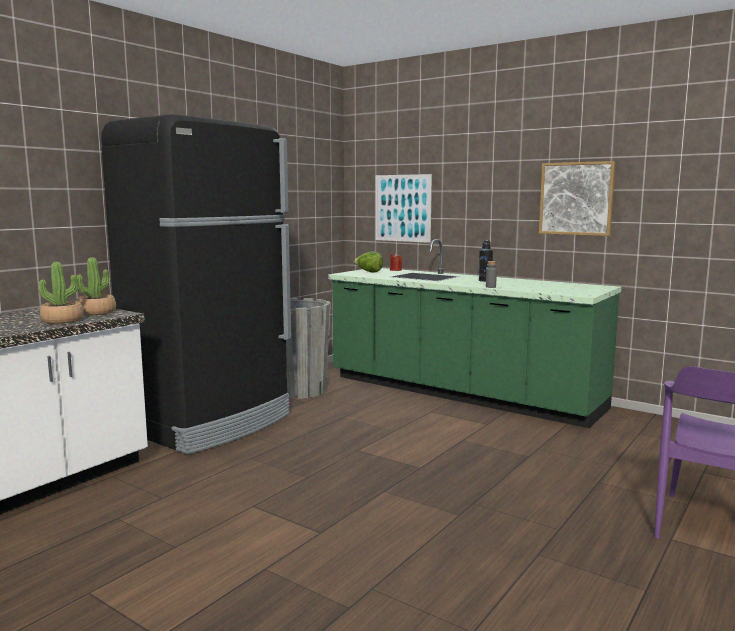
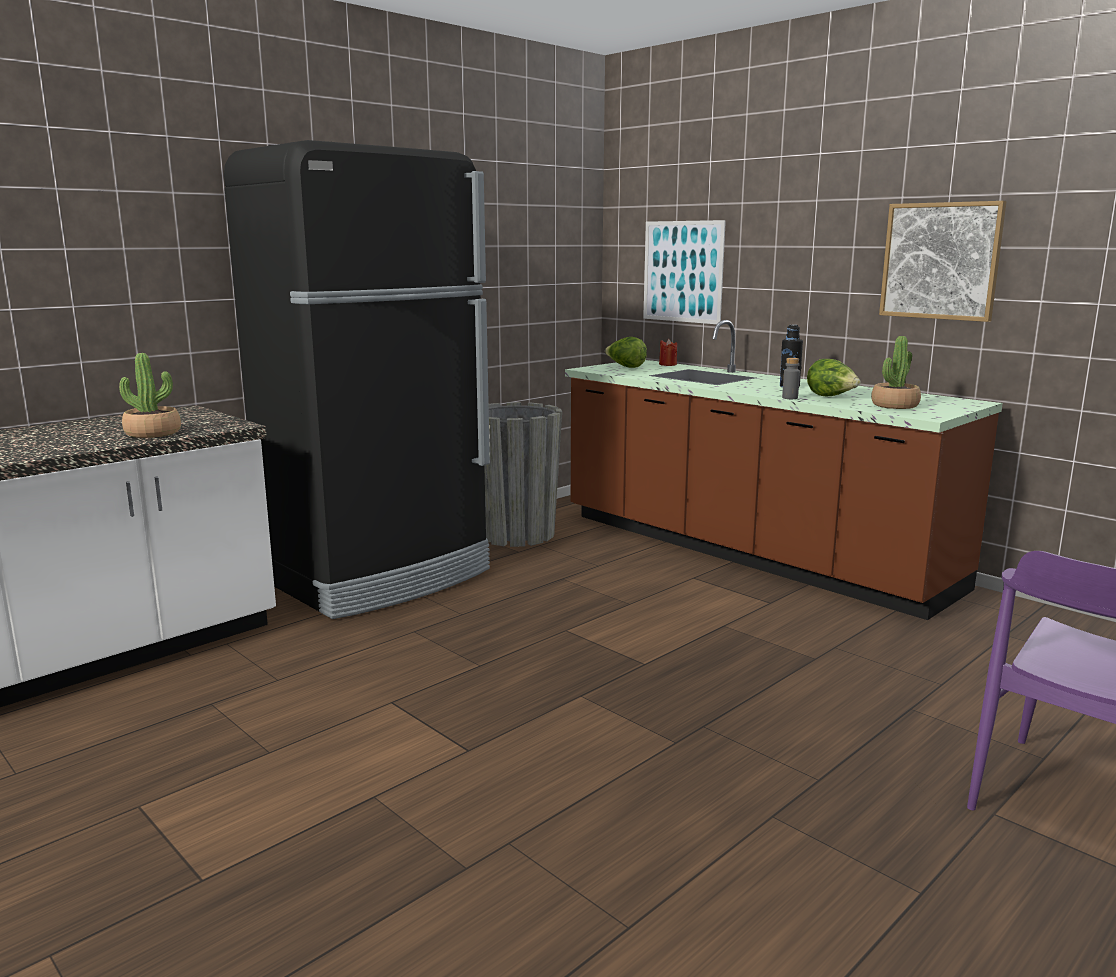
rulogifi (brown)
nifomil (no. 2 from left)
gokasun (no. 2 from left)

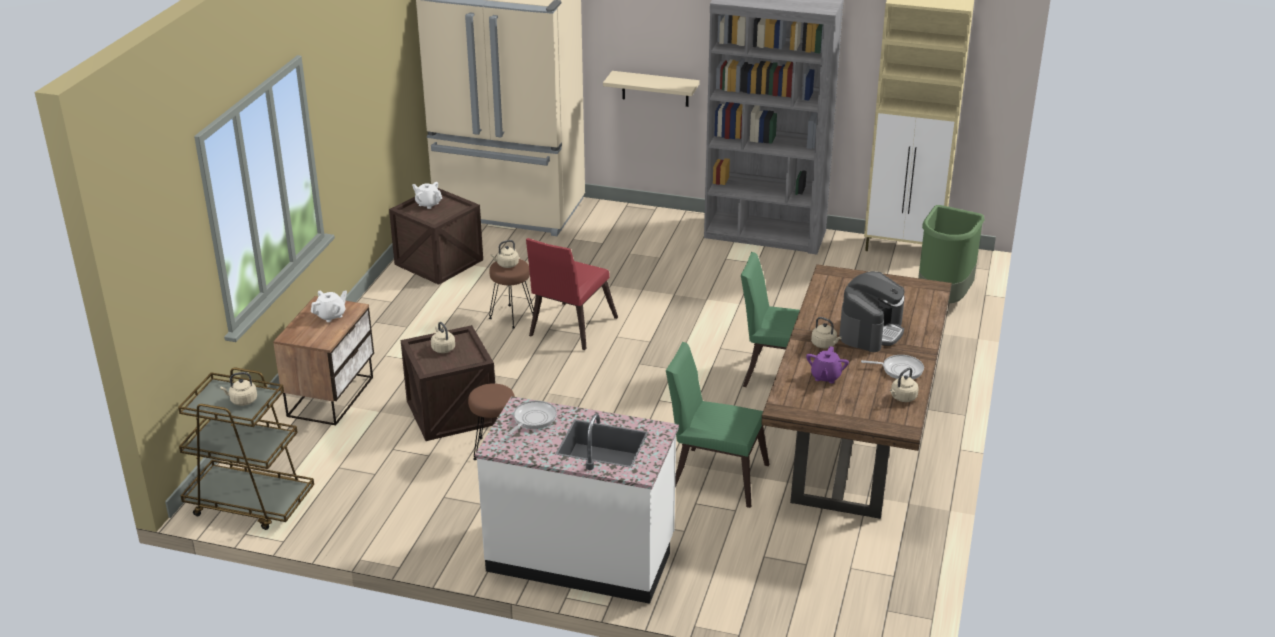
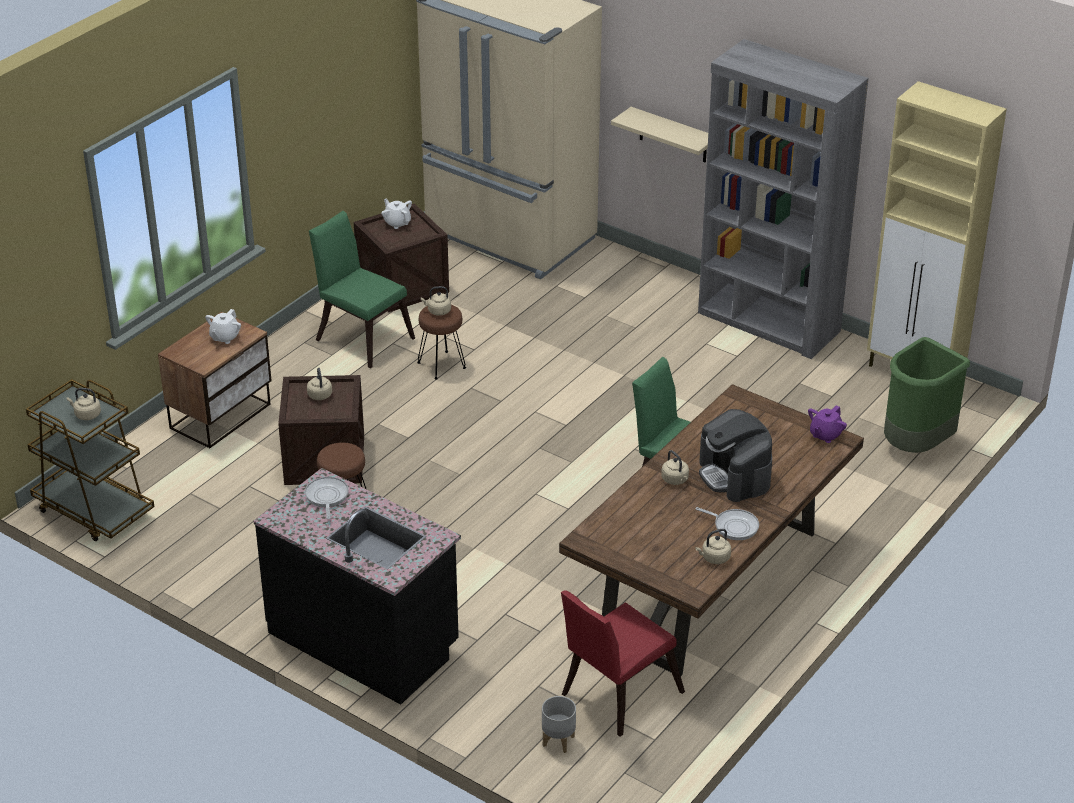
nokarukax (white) (no. 1 from left)
rulogifi (black)
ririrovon (no. 1 from left)
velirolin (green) (no. 1 from left)
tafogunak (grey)
velirolin (red)
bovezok
nokarukax (purple)

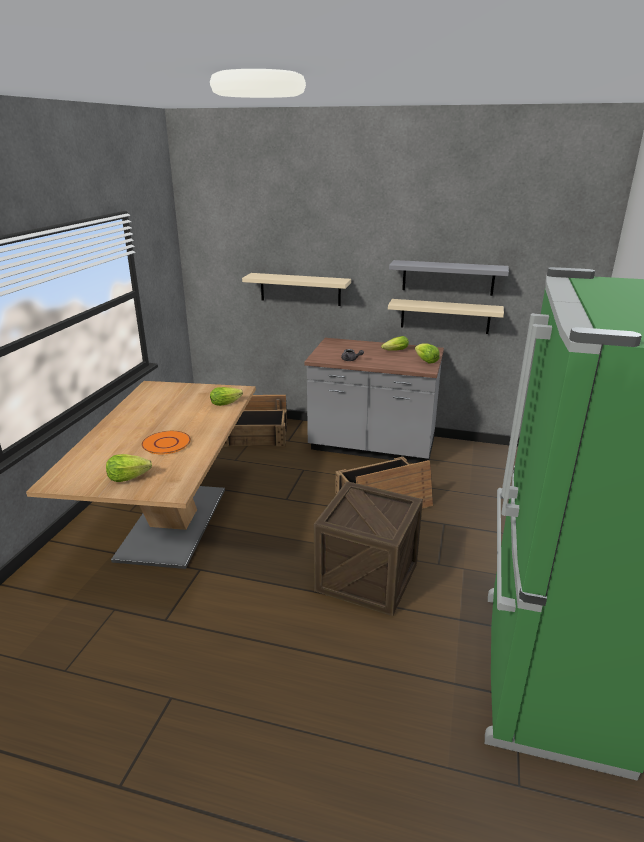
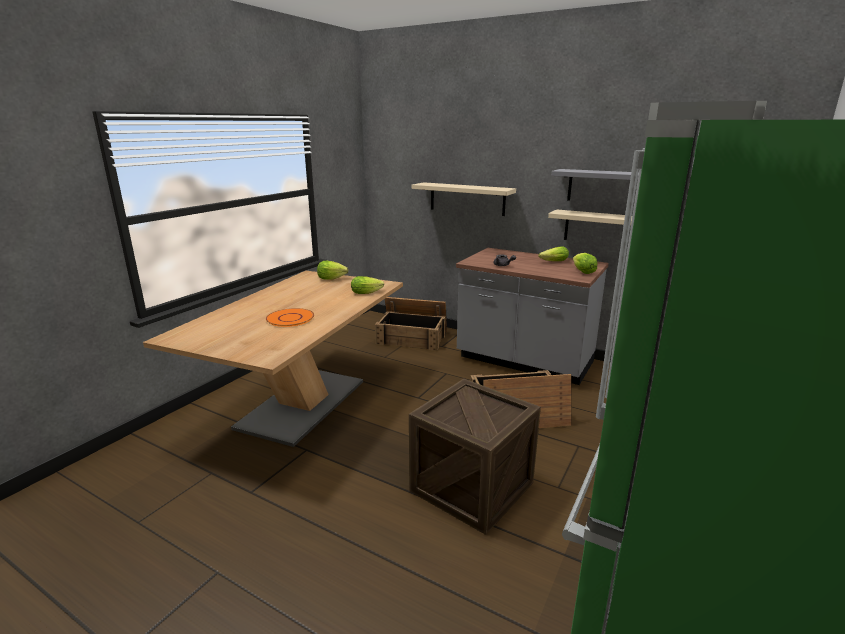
nifomil (no. 1 from left)

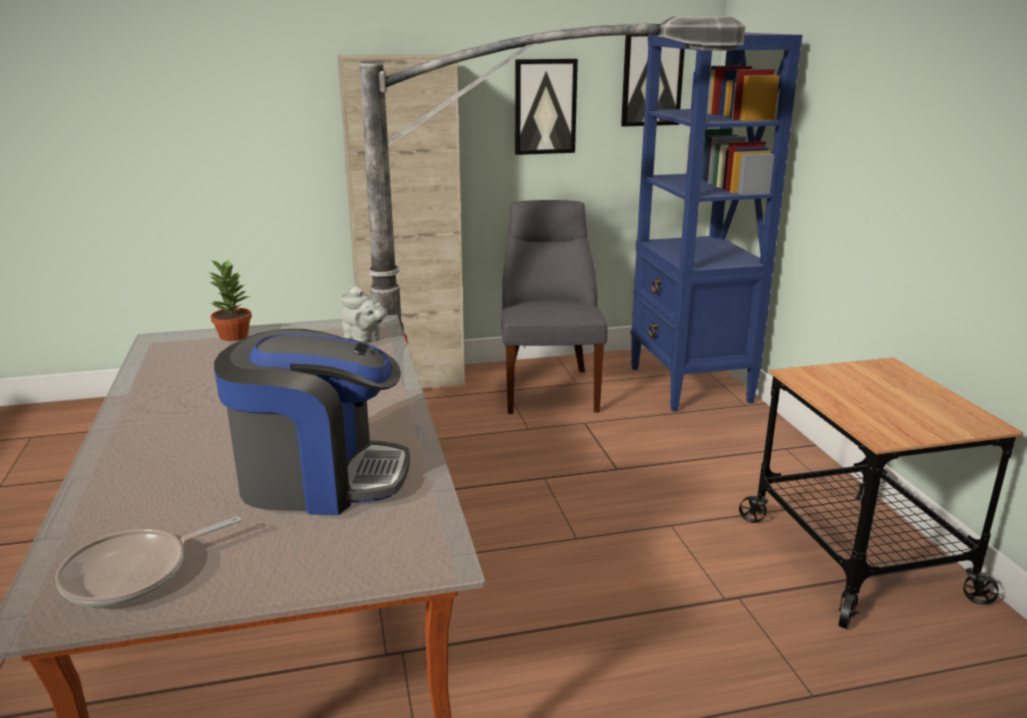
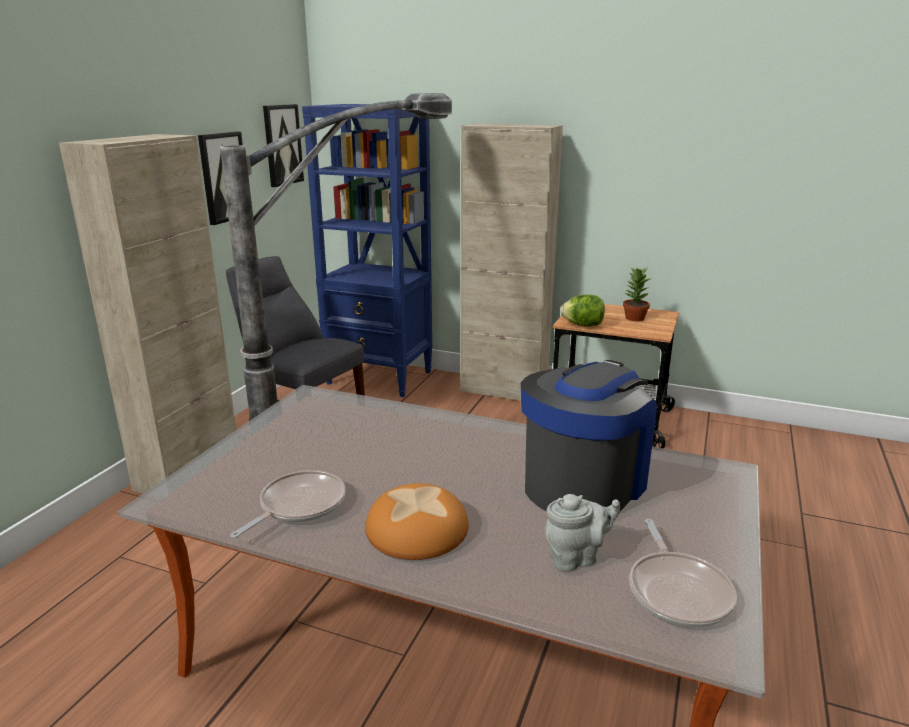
ririrovon (no. 1 from left)
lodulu
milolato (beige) (no. 2 from left)
nokarukax (grey)
nifomil
gokasun

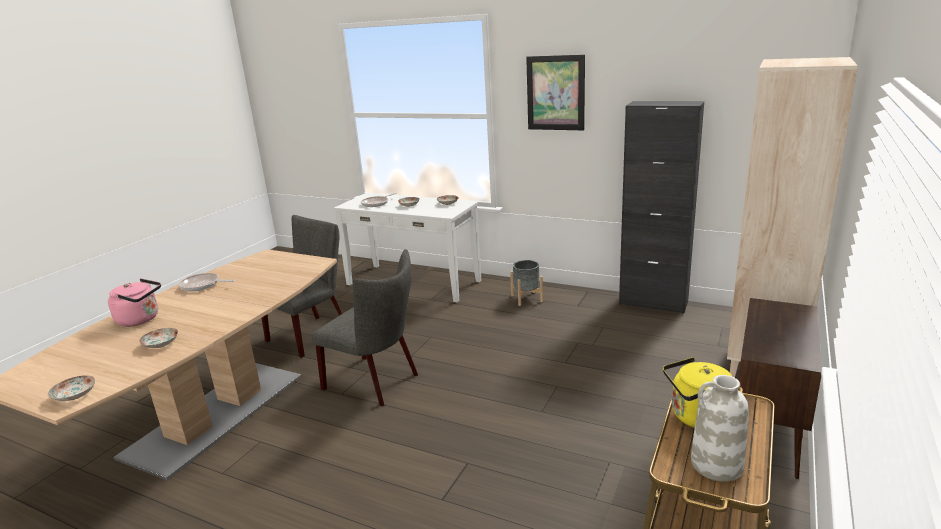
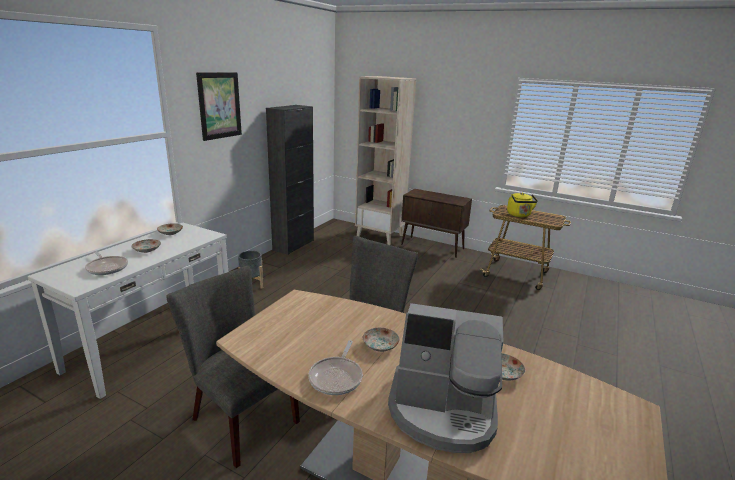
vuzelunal (no. 3 from left)
bovezok
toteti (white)

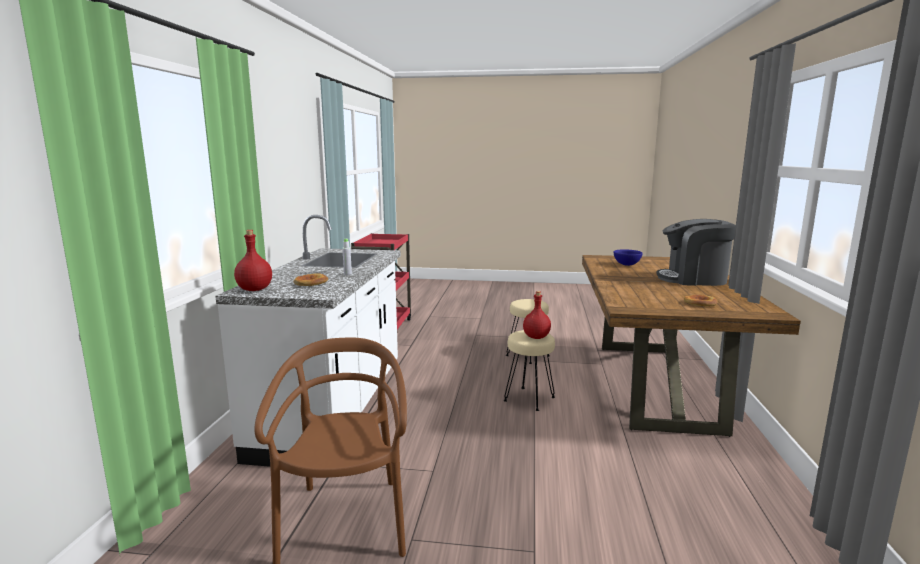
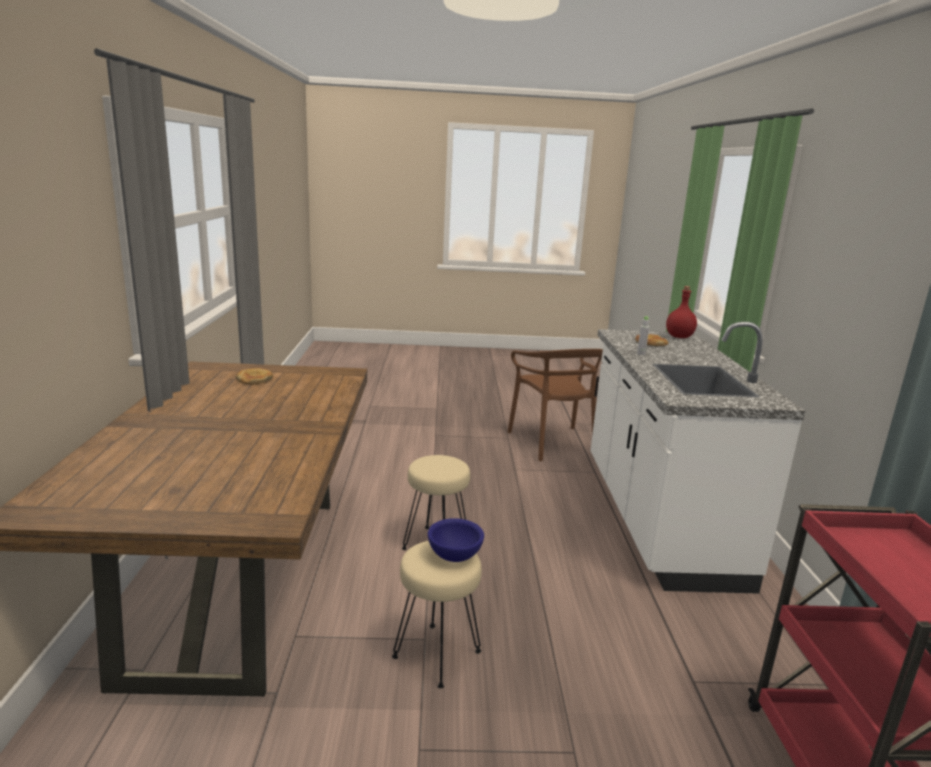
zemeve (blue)
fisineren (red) (no. 2 from left in the first image)
bovezok

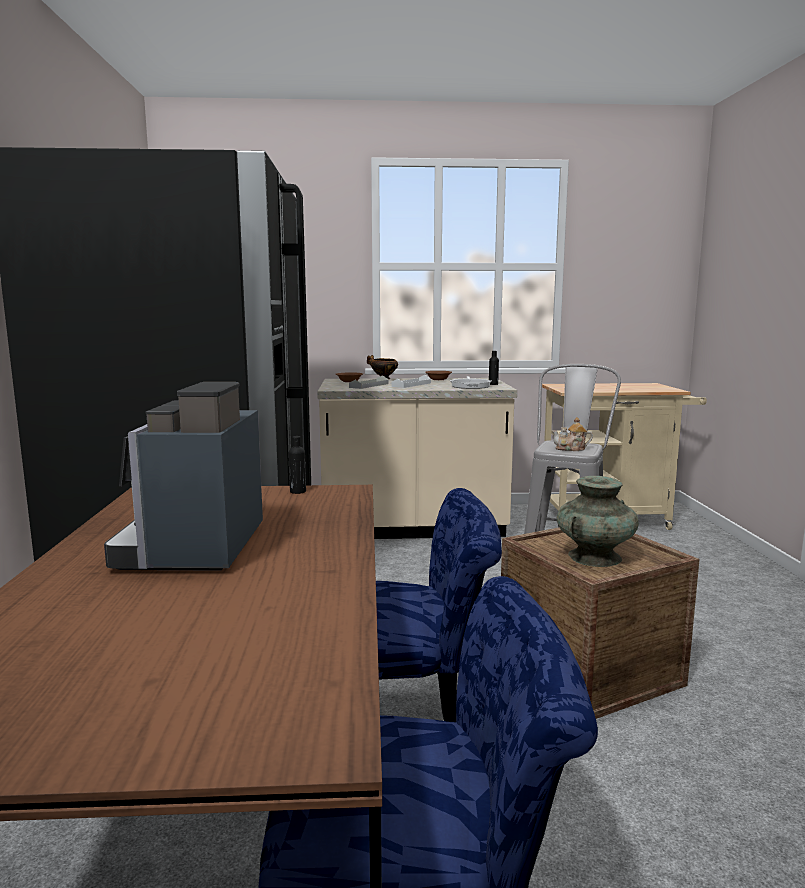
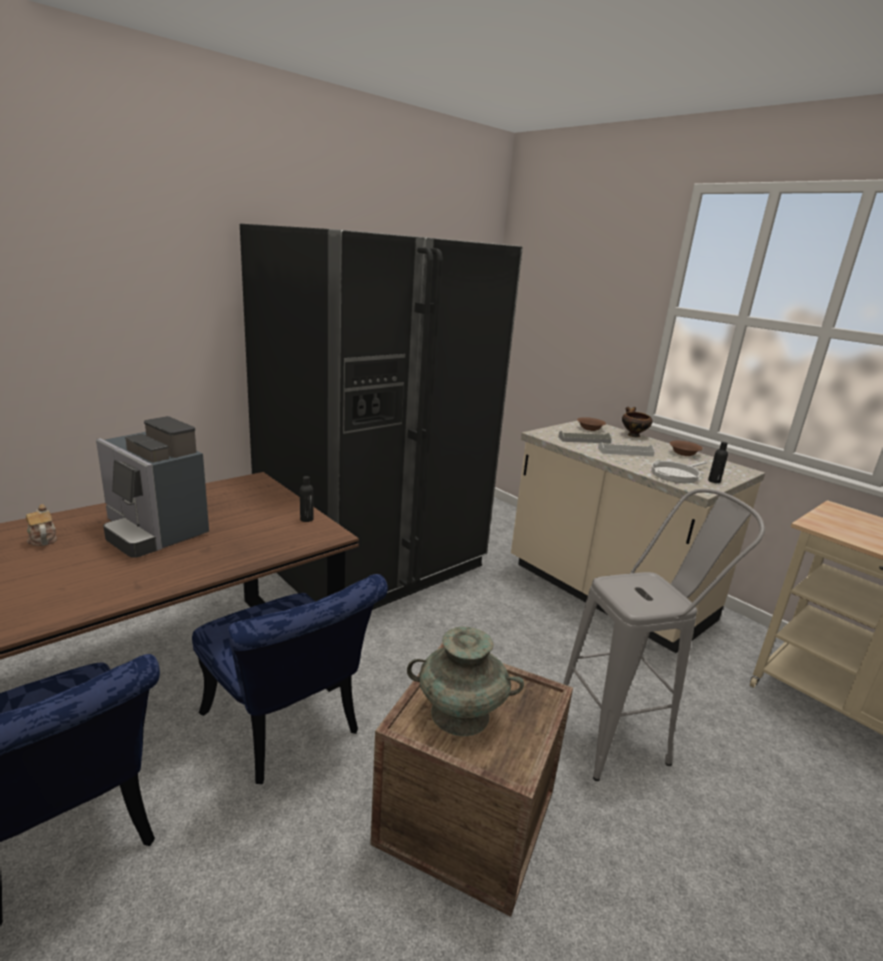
nokarukax
bovezok

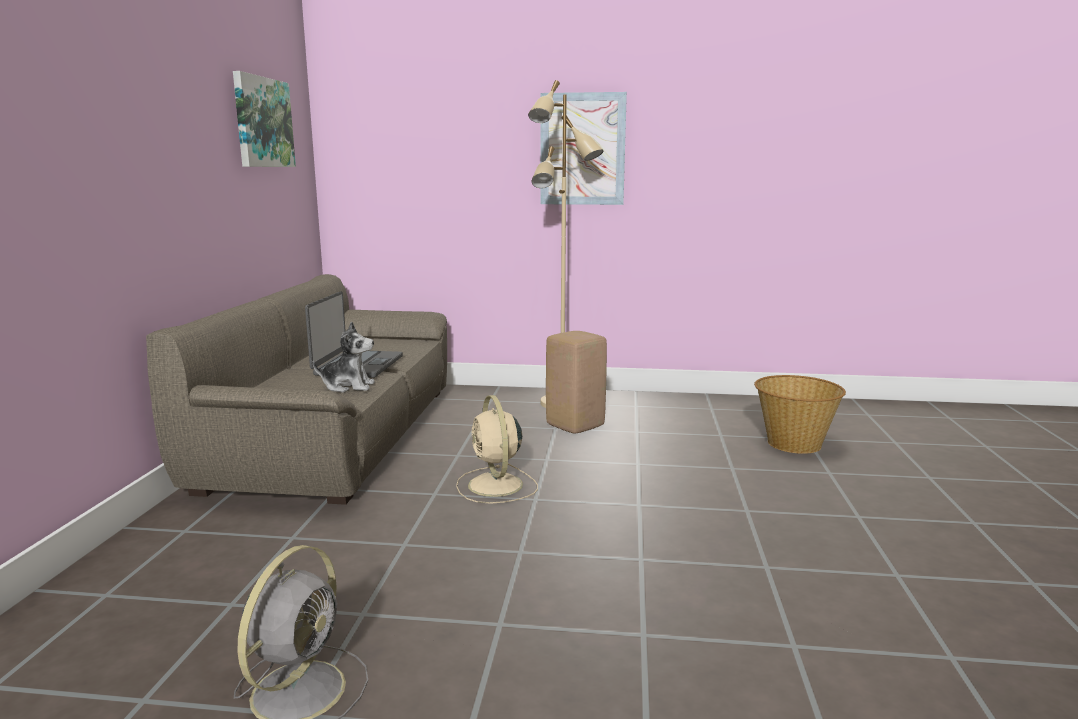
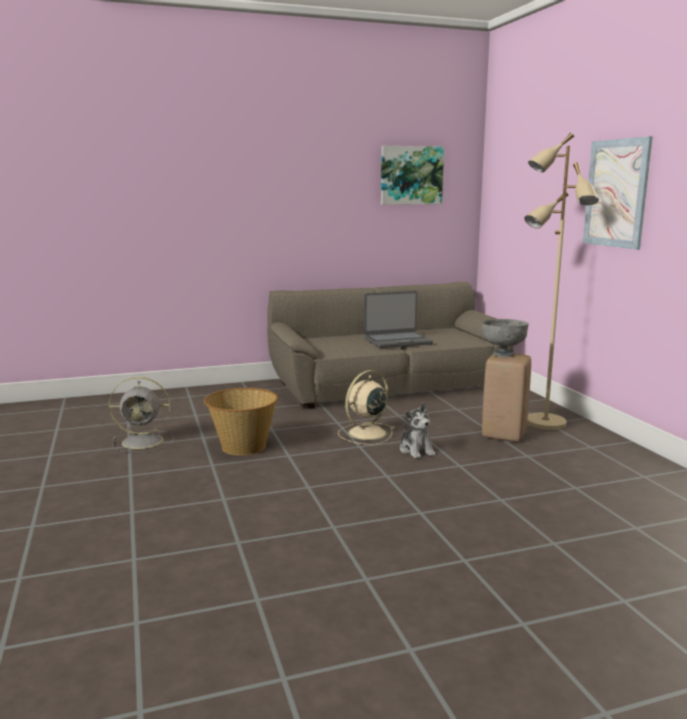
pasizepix
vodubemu
zemeve (grey)

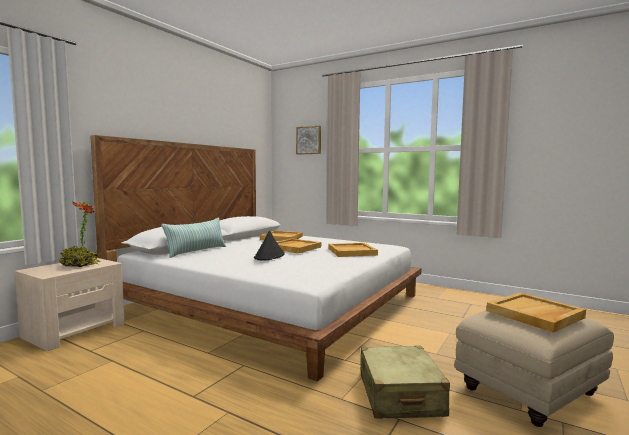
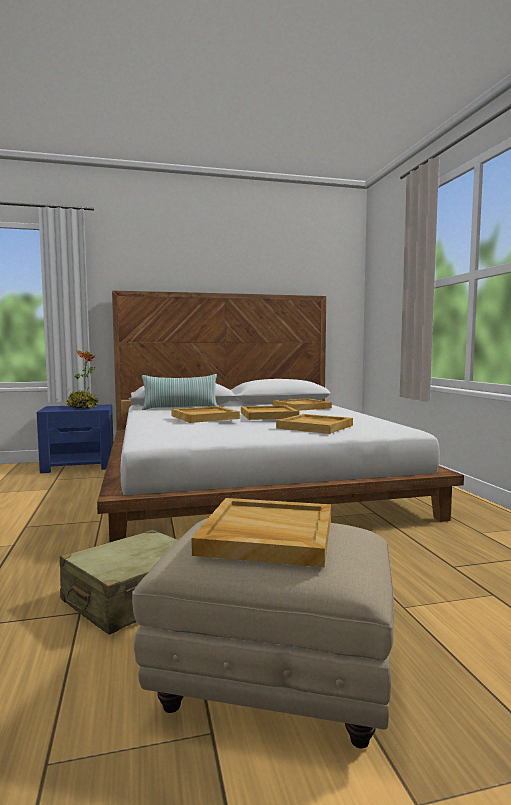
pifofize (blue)
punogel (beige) (no. 1 from left)
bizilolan

